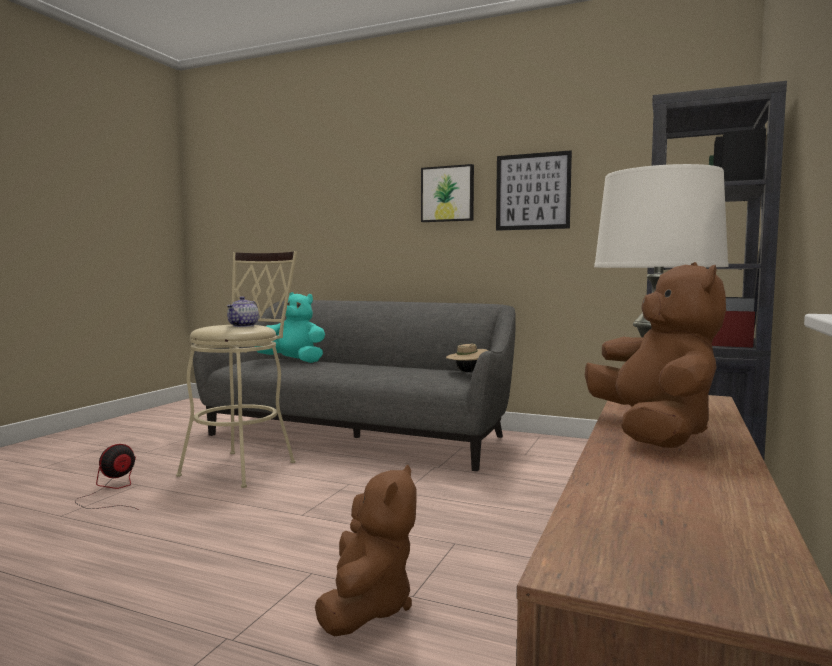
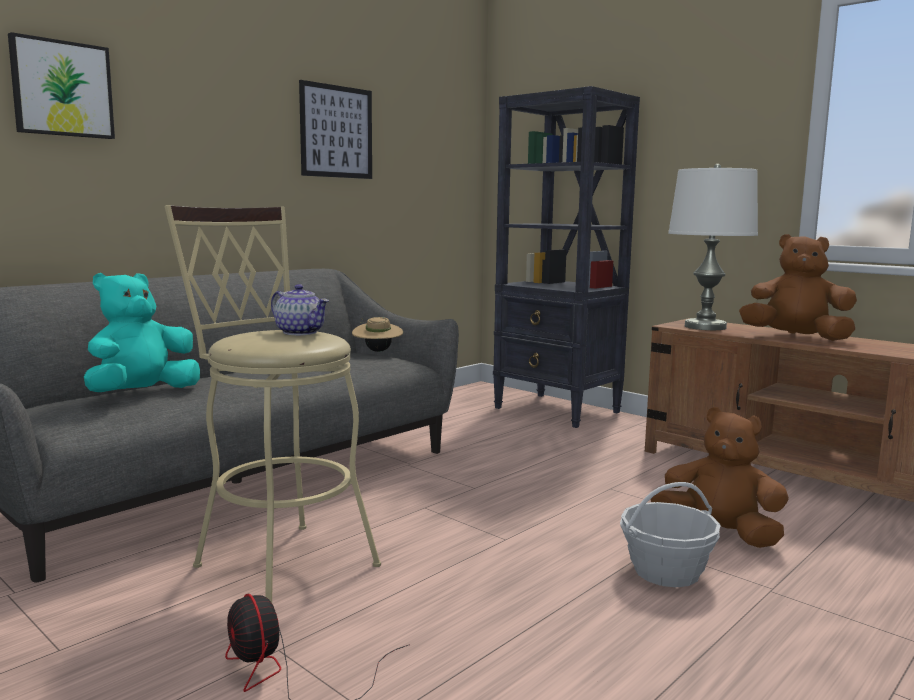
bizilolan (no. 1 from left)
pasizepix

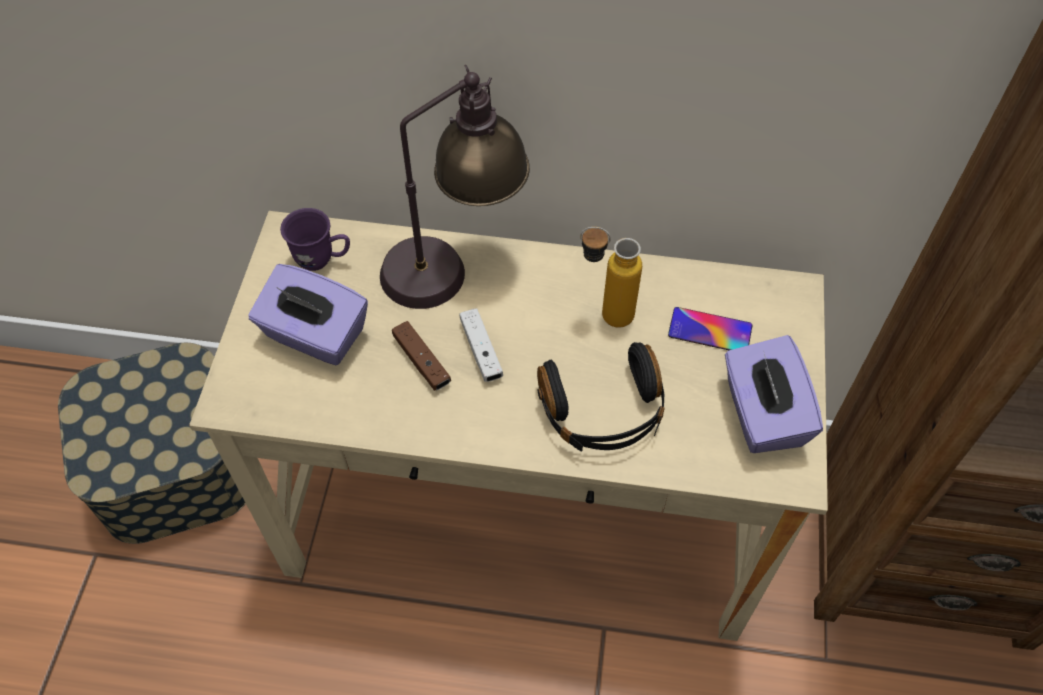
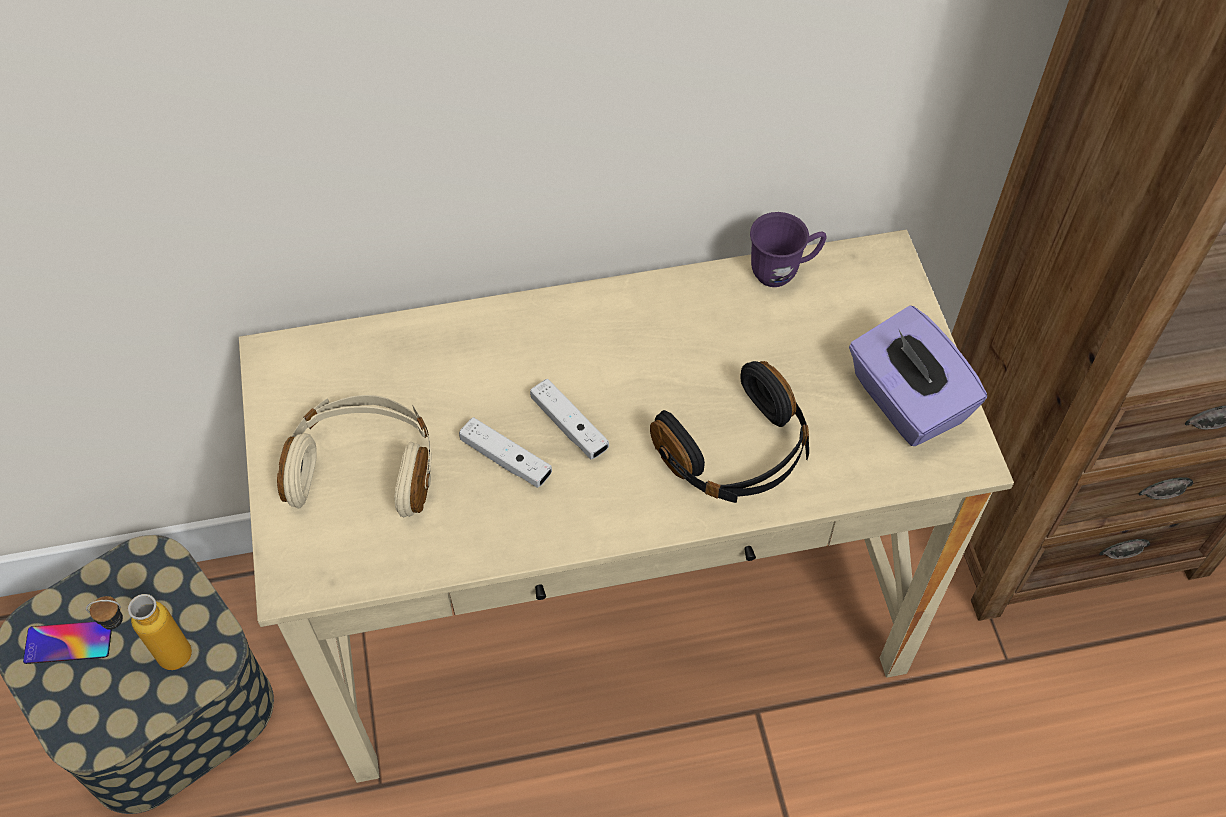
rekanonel
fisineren
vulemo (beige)
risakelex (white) (no. 1 from left)
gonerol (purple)
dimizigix

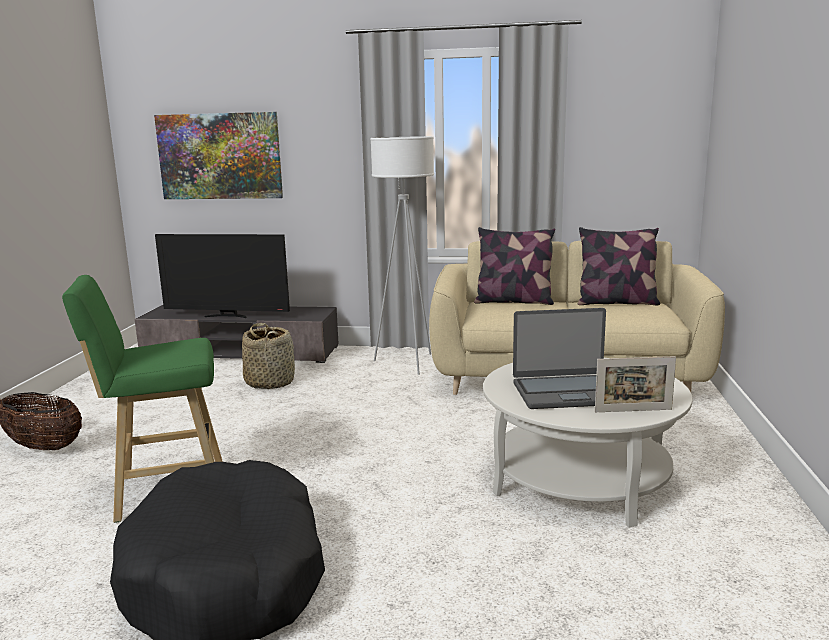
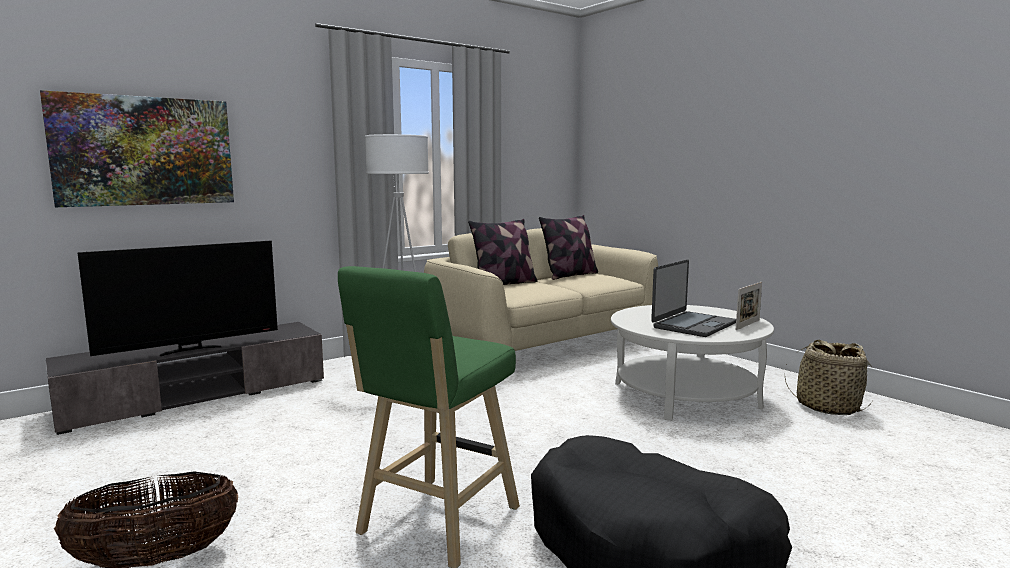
pasizepix (no. 2 from left)

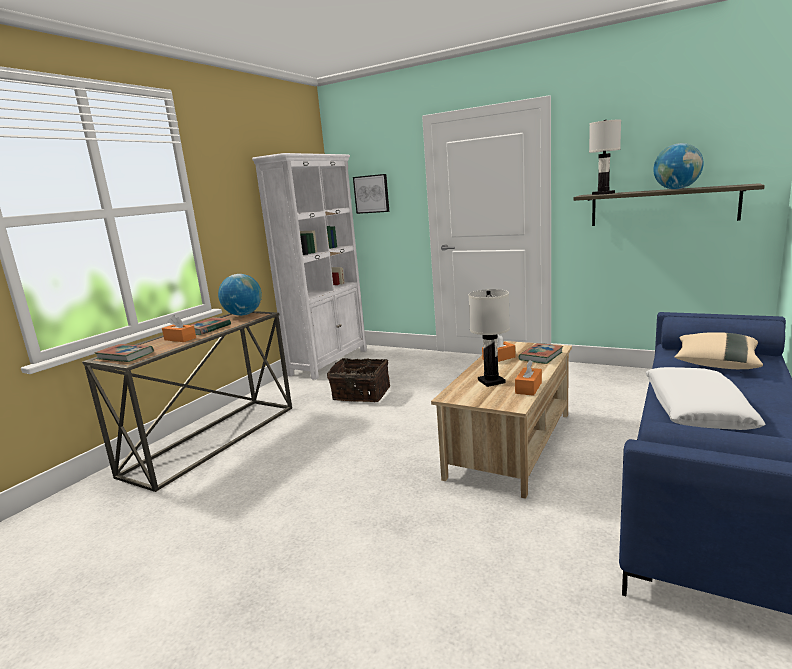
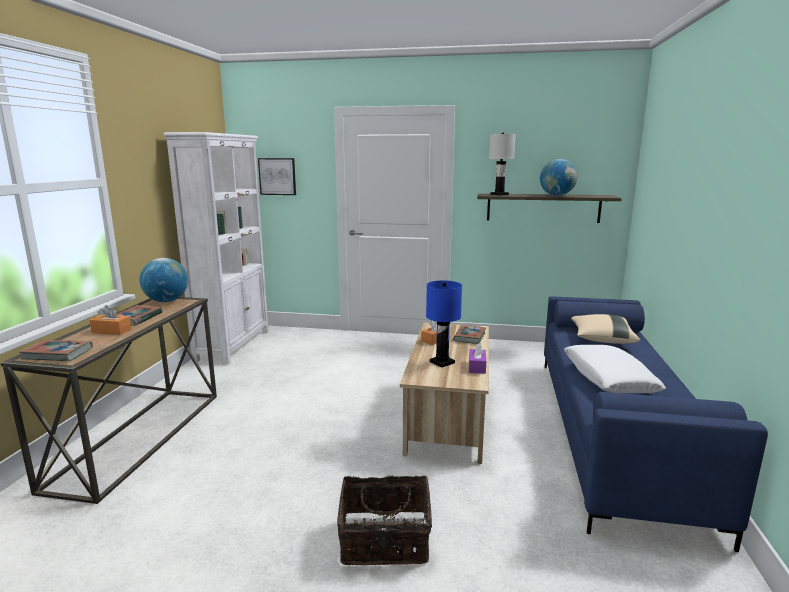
pasizepix
dimizigix (blue)
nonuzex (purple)

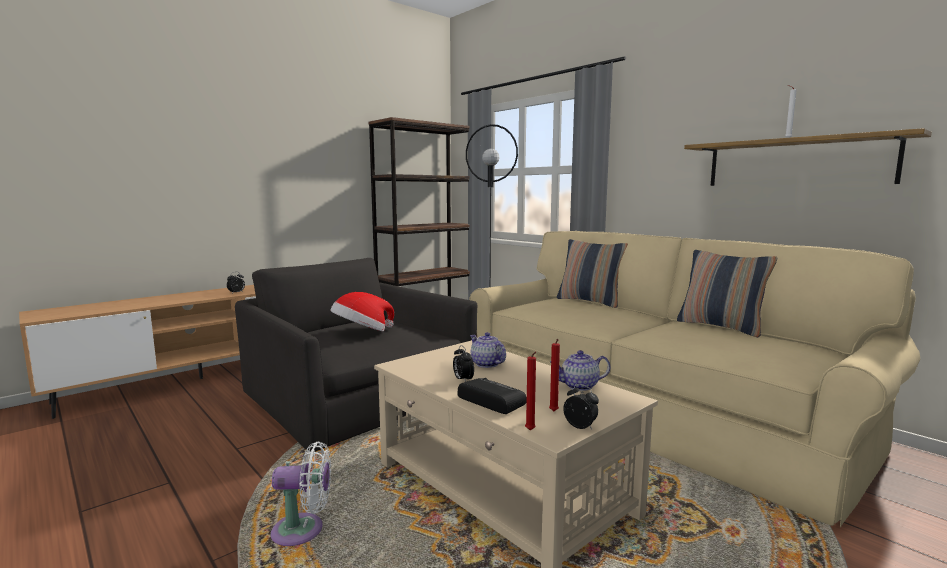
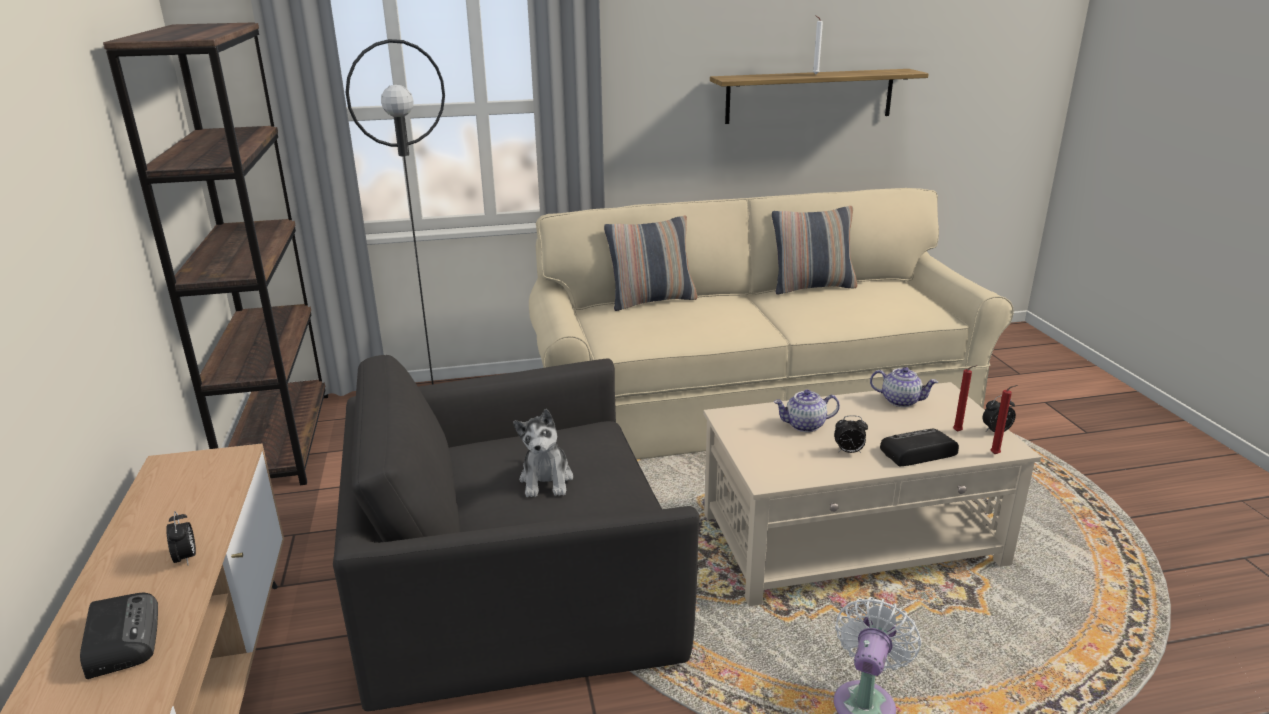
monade (no. 1 from left)
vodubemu
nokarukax (no. 2 from left)

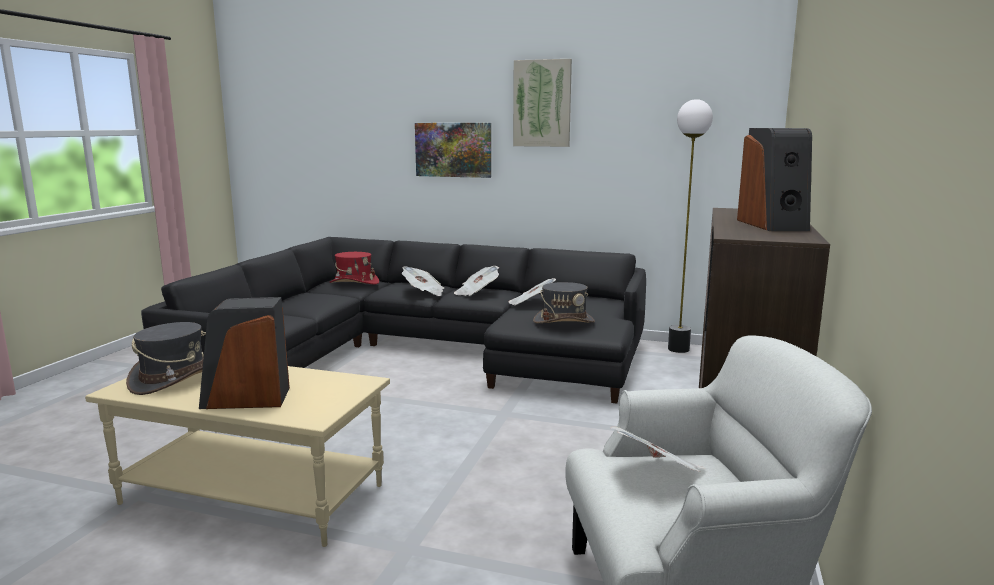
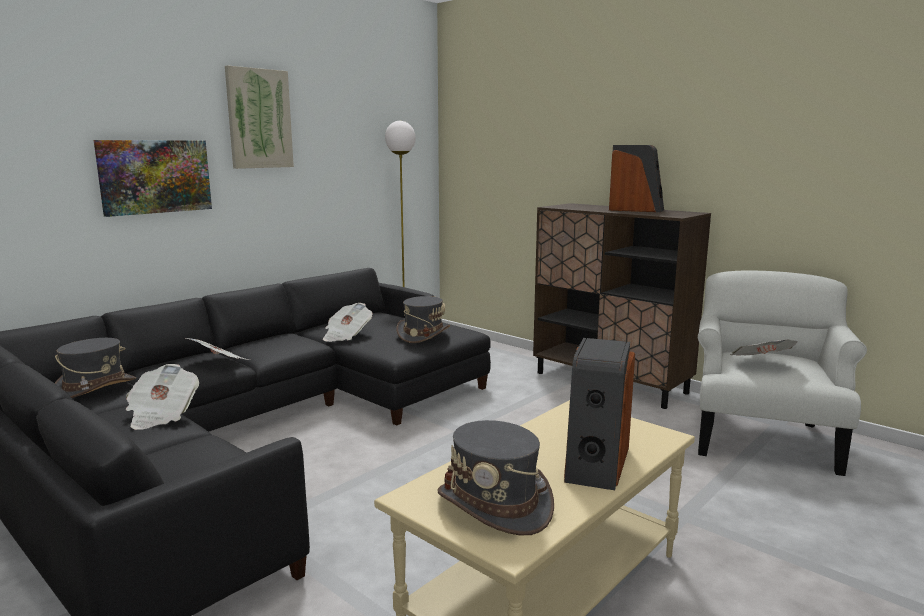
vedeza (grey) (no. 1 from left)
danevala (no. 1 from left)

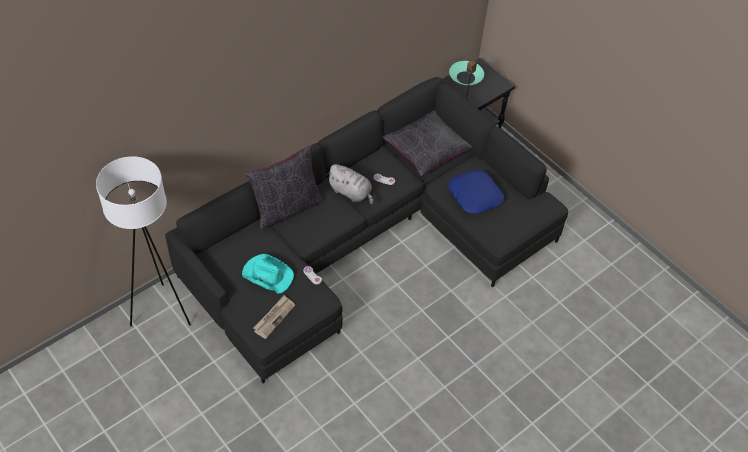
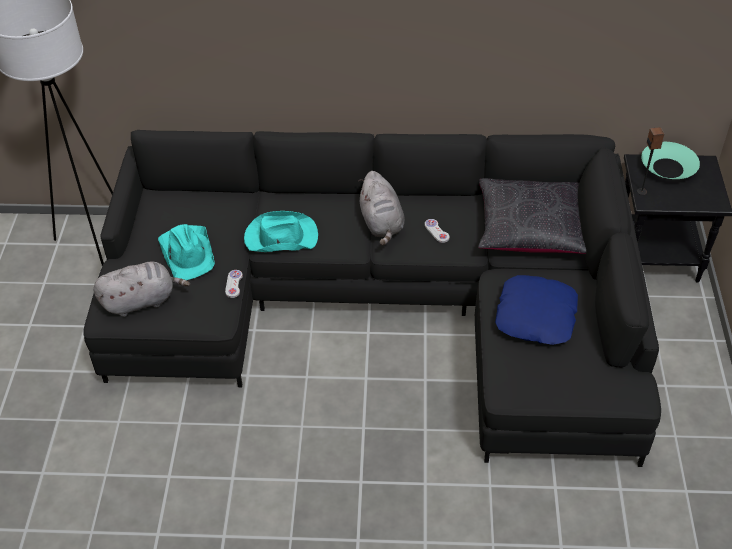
vodubemu (grey) (no. 1 from left)
vedeza (turquoise) (no. 2 from left)
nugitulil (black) (no. 1 from left in the first image)

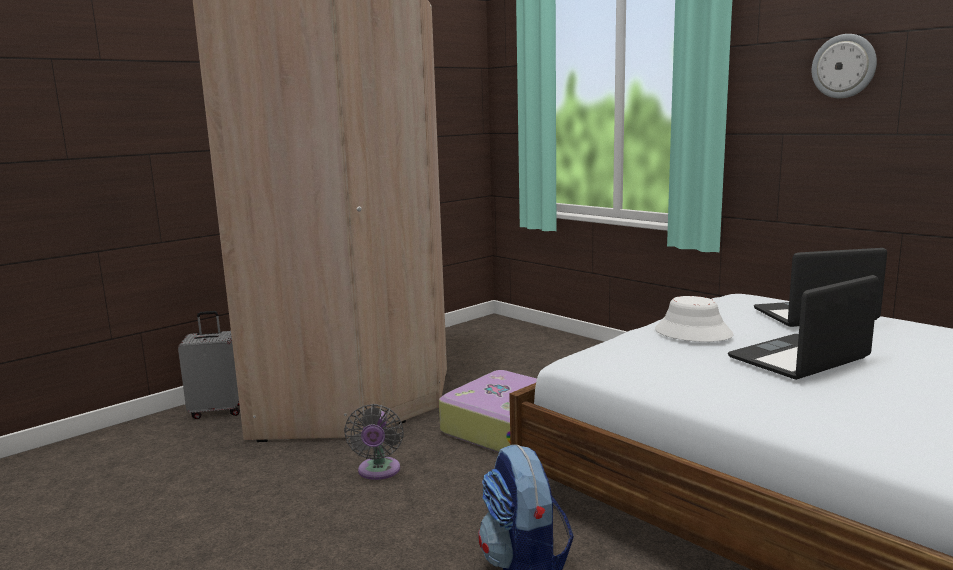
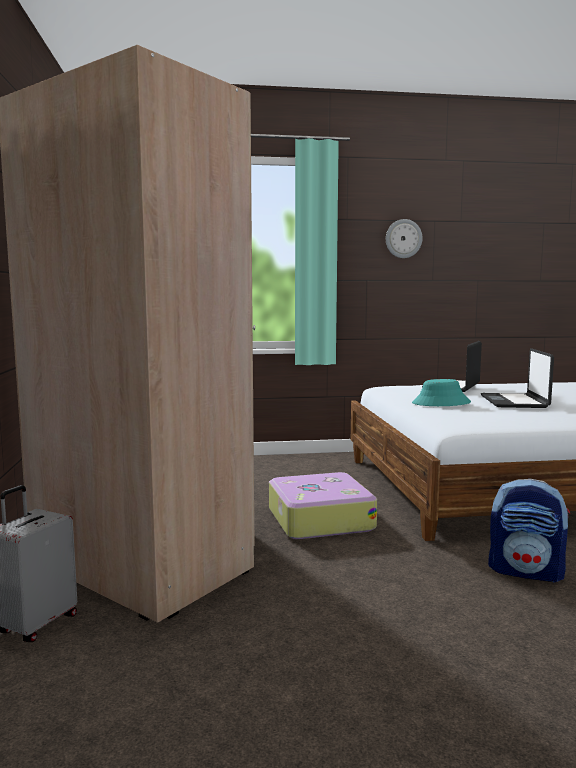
vedeza (turquoise)
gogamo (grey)

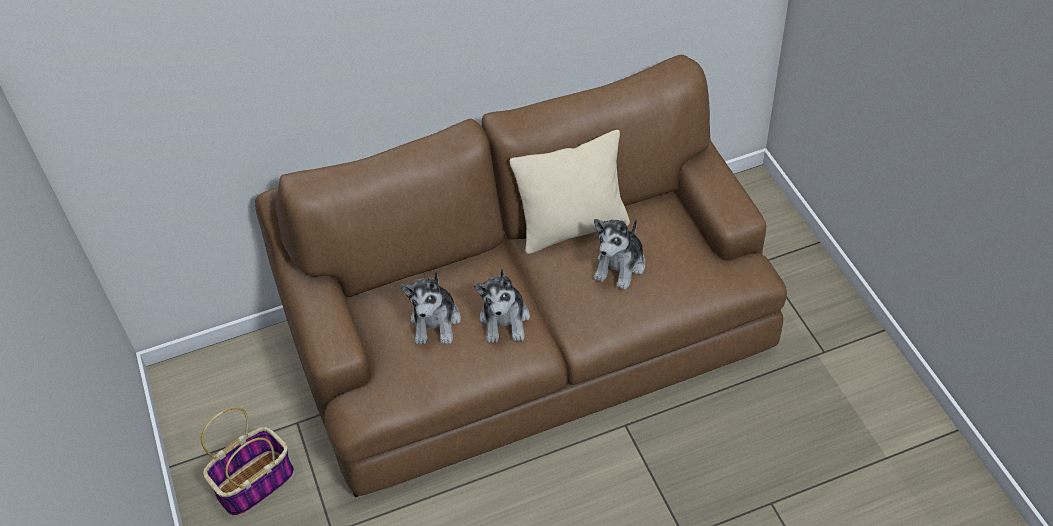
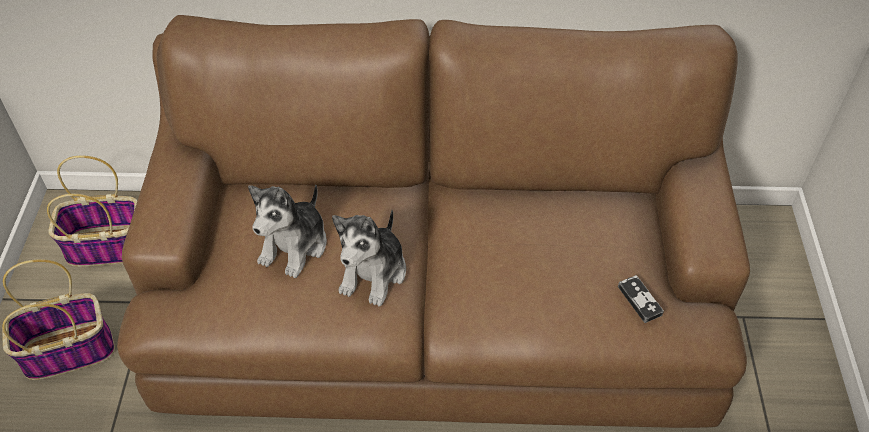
pasizepix (no. 2 from left)
risakelex
nugitulil (beige)
vodubemu (no. 3 from left in the first image)

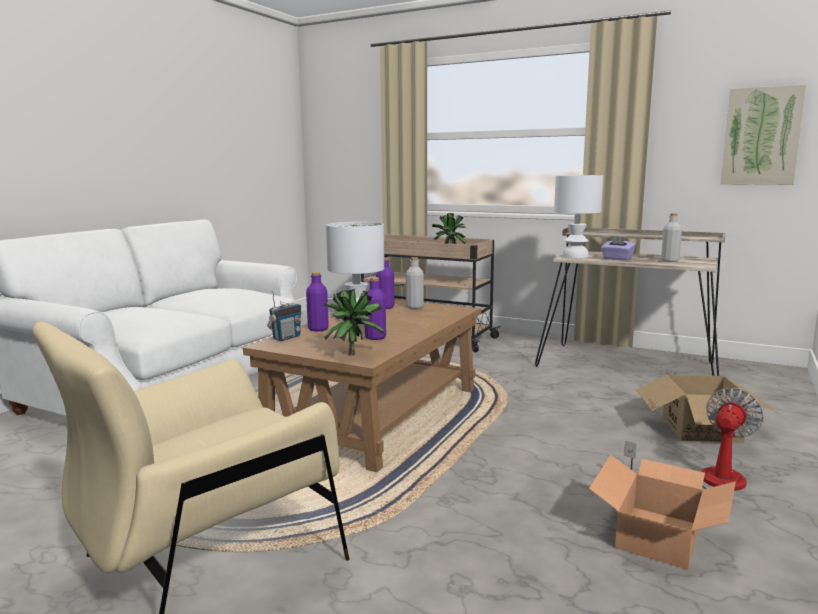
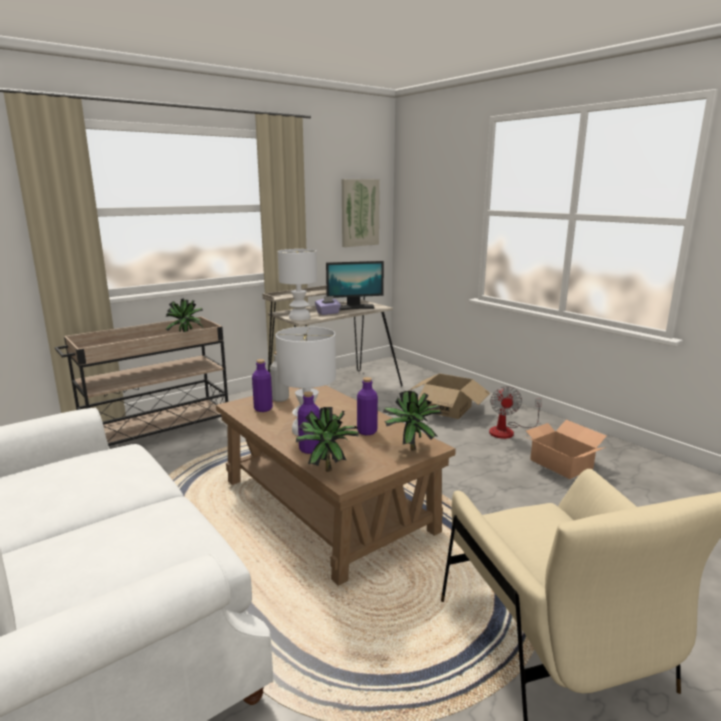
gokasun (no. 2 from left)
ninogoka
gogamo

